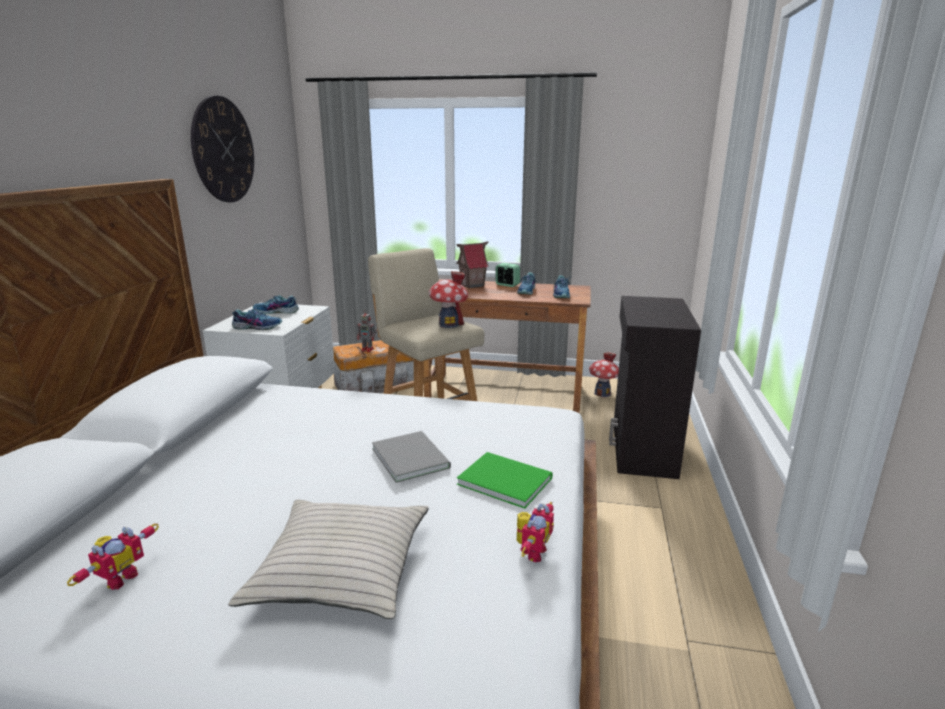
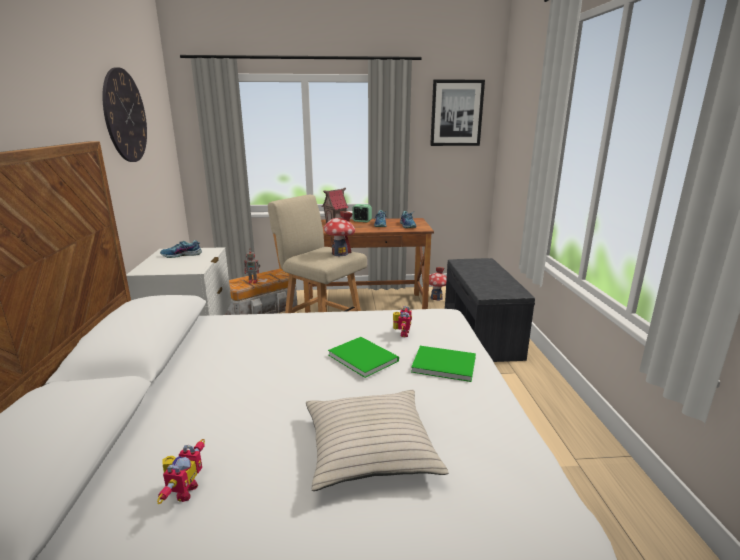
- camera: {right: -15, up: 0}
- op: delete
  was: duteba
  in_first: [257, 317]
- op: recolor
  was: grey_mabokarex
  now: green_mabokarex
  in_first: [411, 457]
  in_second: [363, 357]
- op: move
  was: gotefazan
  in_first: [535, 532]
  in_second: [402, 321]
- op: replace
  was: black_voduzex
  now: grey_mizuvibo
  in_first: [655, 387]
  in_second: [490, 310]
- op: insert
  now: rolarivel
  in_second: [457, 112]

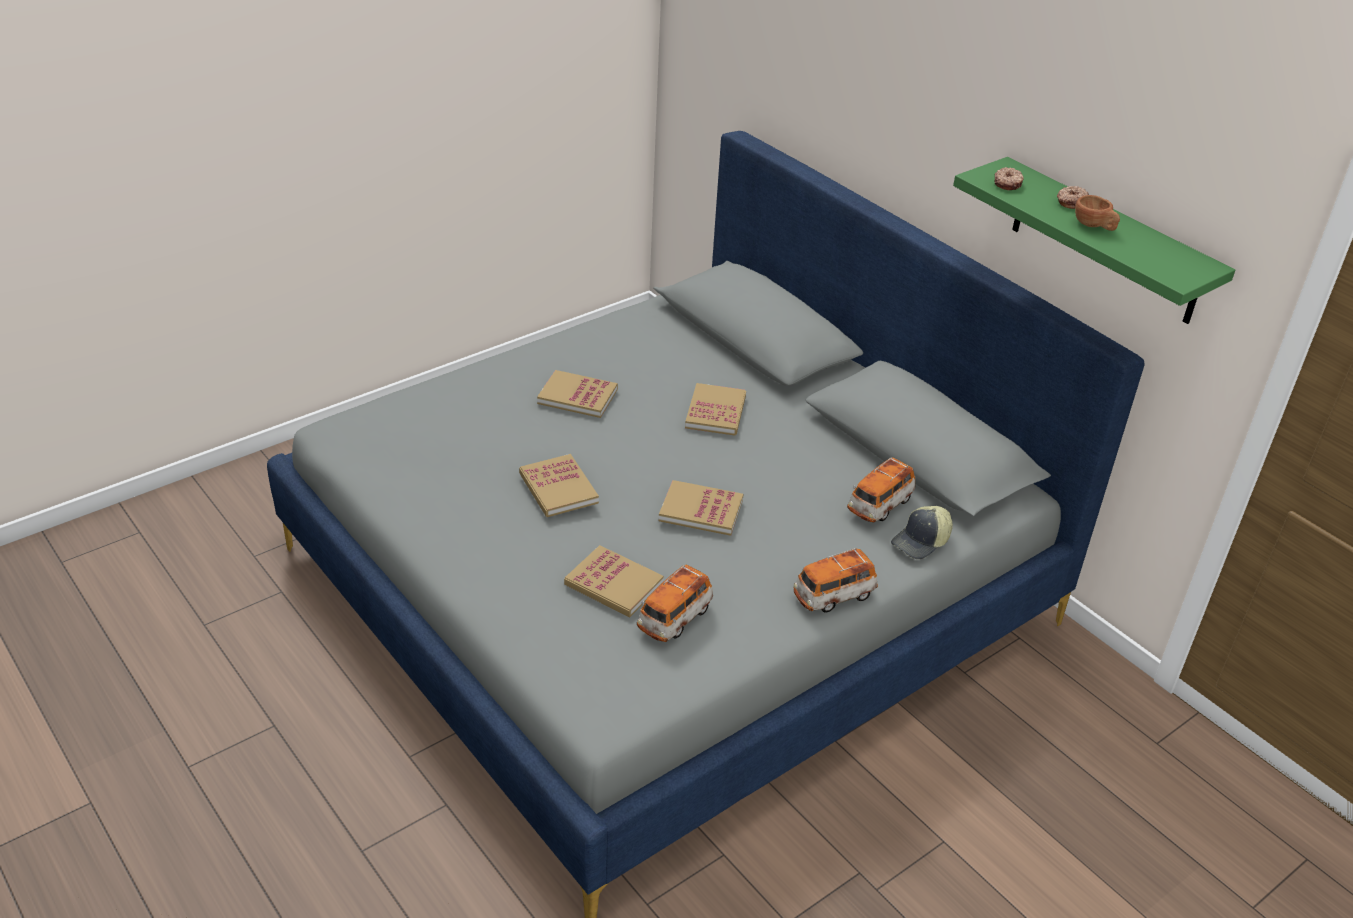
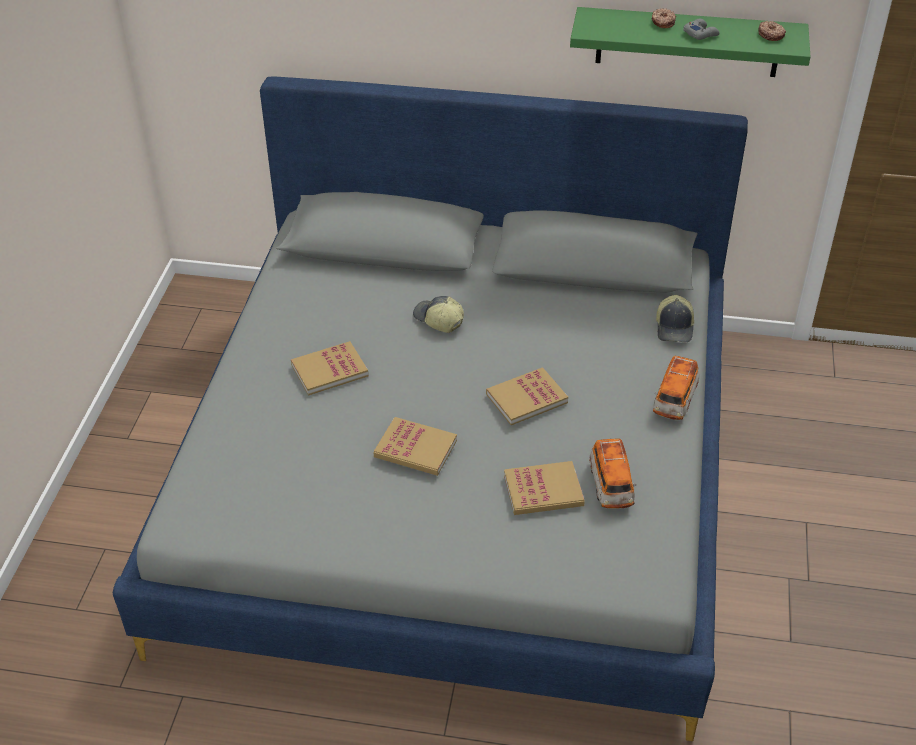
- camera: {right: -40, up: 5}
- op: replace
  was: mabokarex
  now: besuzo
  in_first: [715, 409]
  in_second: [438, 314]
- op: delete
  was: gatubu
  in_first: [881, 490]
- op: move
  was: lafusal
  in_first: [1009, 178]
  in_second: [772, 31]
- op: replace
  was: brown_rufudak
  now: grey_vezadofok
  in_first: [1097, 213]
  in_second: [701, 29]

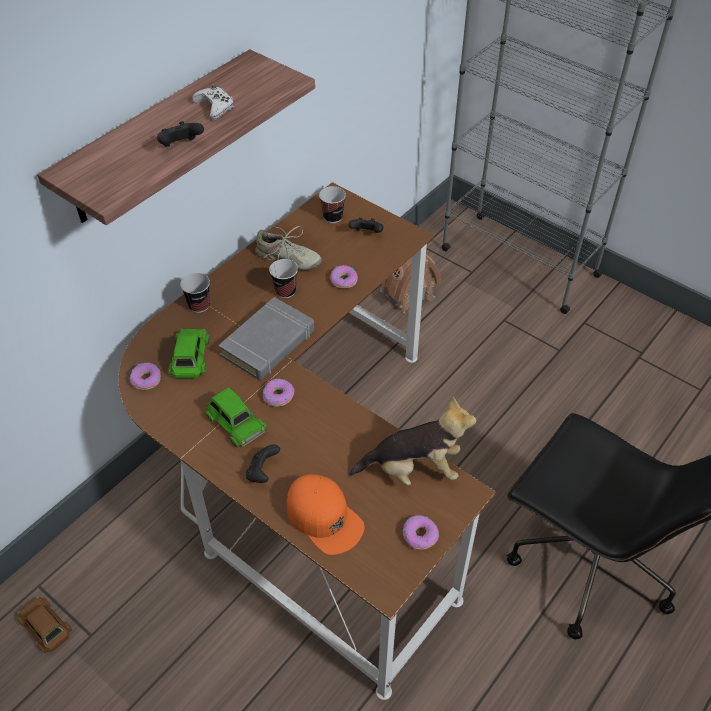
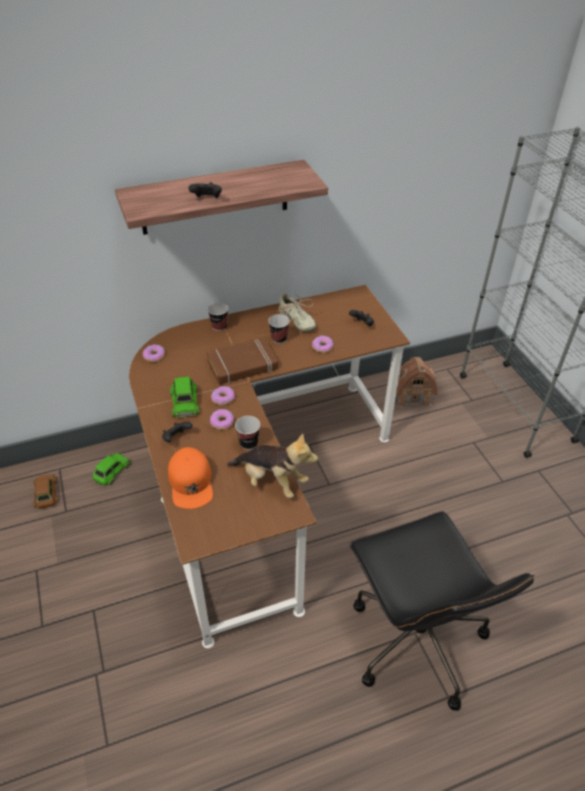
- camera: {right: 30, up: -5}
- op: move
  was: green_gatubu
  in_first: [189, 353]
  in_second: [111, 468]
- op: delete
  was: white_vezadofok
  in_first: [213, 102]
- op: recolor
  was: grey_mabokarex
  now: brown_mabokarex
  in_first: [266, 338]
  in_second: [242, 361]
- op: move
  was: rufudak
  in_first: [332, 204]
  in_second: [247, 433]
- op: move
  was: lafusal
  in_first: [421, 532]
  in_second: [222, 419]

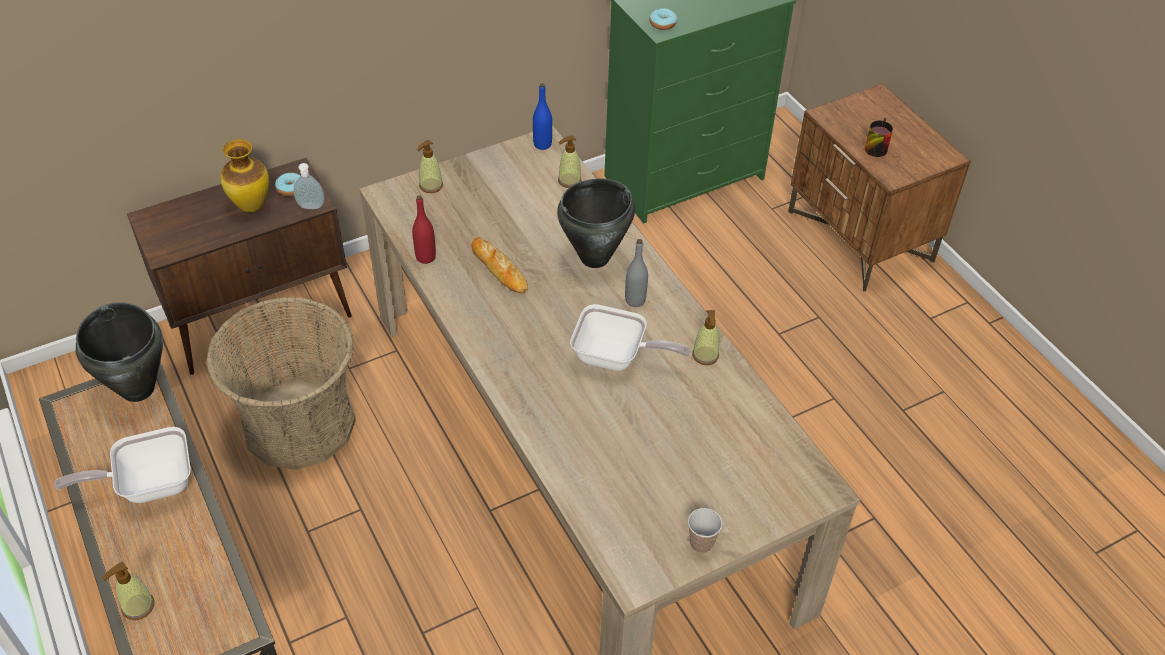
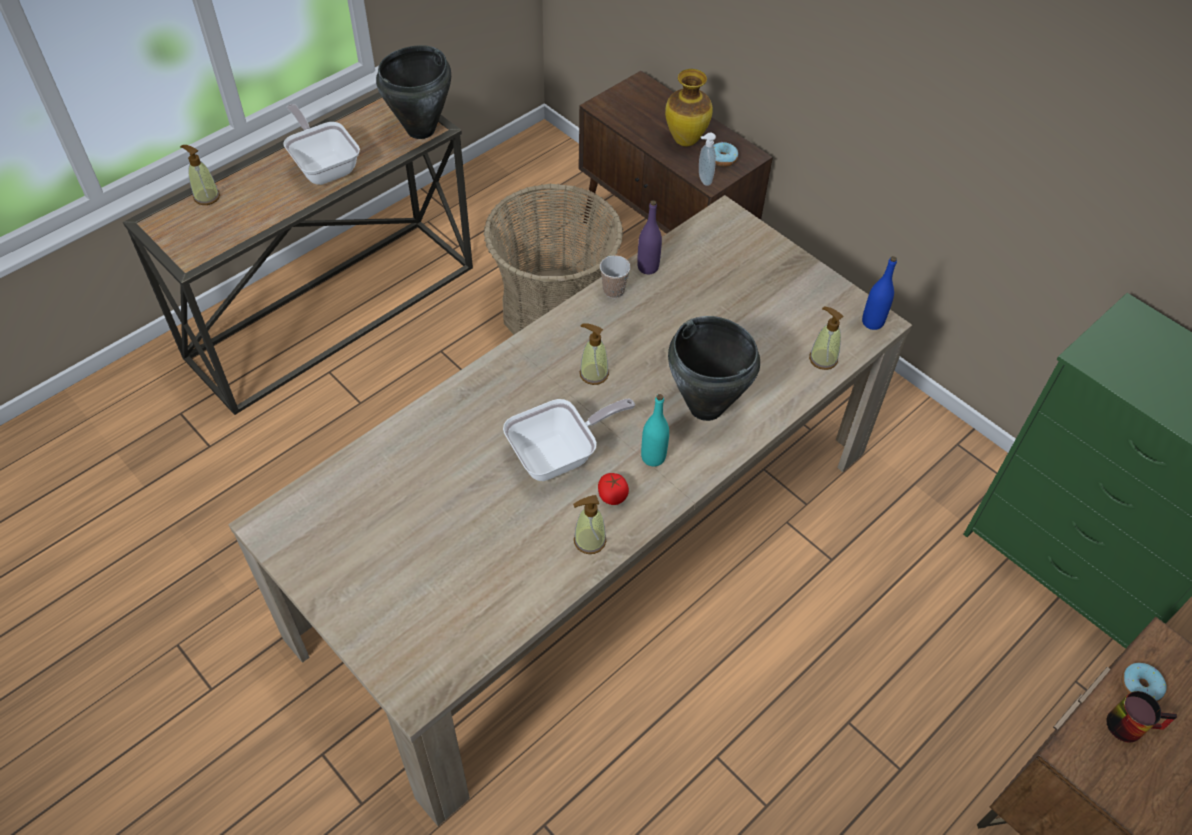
- camera: {right: 75, up: 5}
- op: recolor
  was: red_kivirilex
  now: purple_kivirilex
  in_first: [424, 229]
  in_second: [649, 237]
- op: move
  was: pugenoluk
  in_first: [430, 166]
  in_second: [594, 354]
- op: delete
  was: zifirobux
  in_first: [499, 265]
- op: rotate
  was: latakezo
  in_first: [630, 337]
  in_second: [569, 439]
  clockwise: -120
- op: recolor
  was: grey_kivirilex
  now: turquoise_kivirilex
  in_first: [636, 273]
  in_second: [655, 430]
- op: move
  was: lafusal
  in_first: [663, 19]
  in_second: [1143, 682]
- op: move
  was: rufudak
  in_first: [705, 530]
  in_second: [615, 276]
- op: insert
  now: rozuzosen
  in_second: [613, 489]

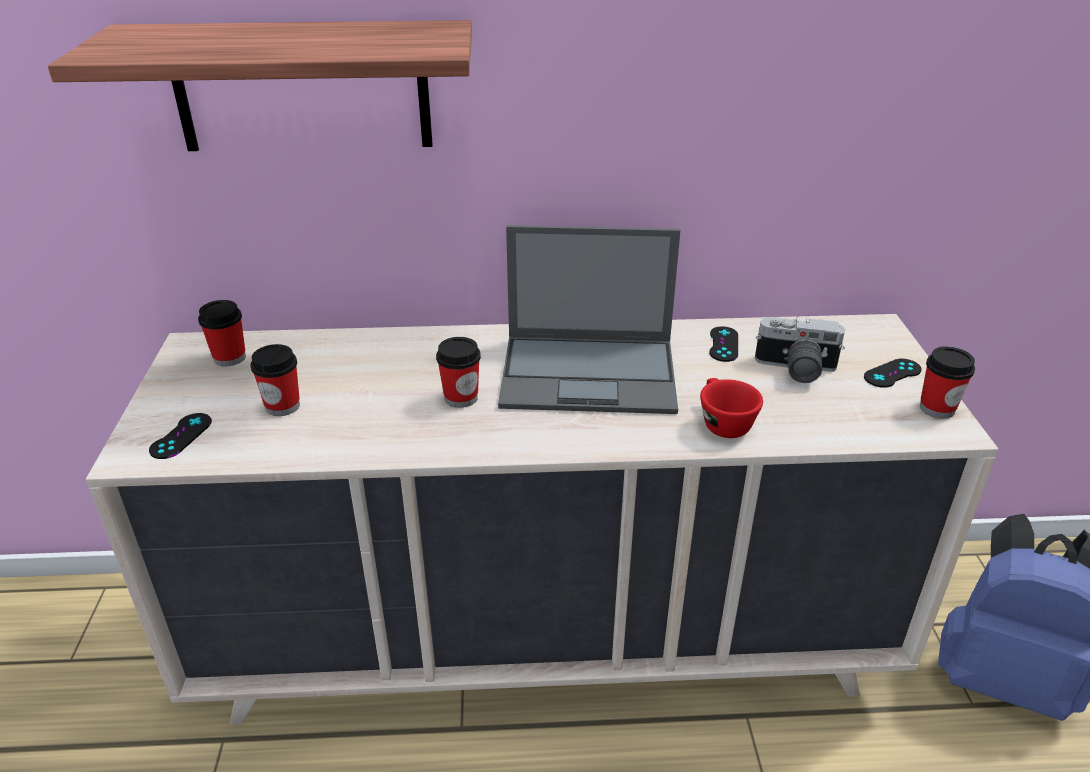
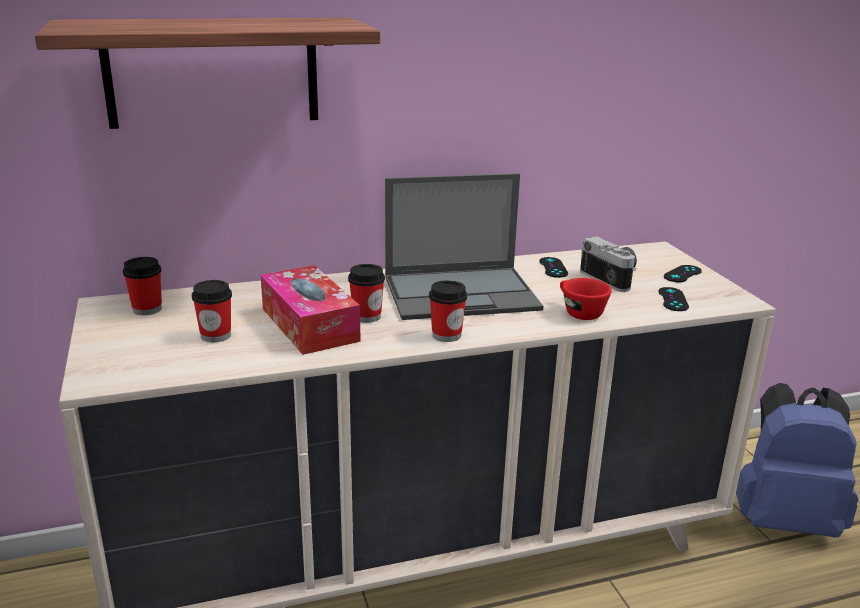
- camera: {right: -15, up: -10}
- op: move
  was: black_vezadofok
  in_first: [180, 436]
  in_second: [673, 299]
- op: rotate
  was: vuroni
  in_first: [800, 350]
  in_second: [608, 264]
  clockwise: -120
- op: move
  was: rufudak
  in_first: [947, 382]
  in_second: [448, 311]
- op: insert
  now: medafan
  in_second: [310, 310]

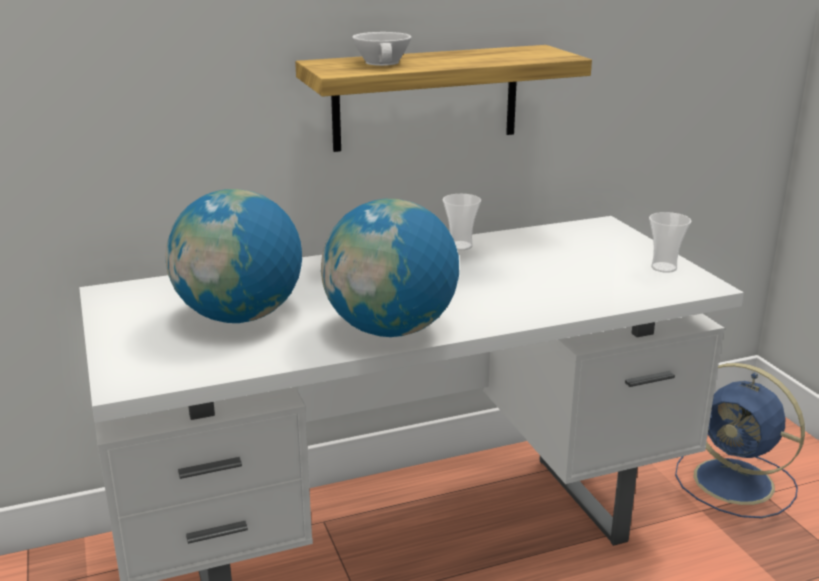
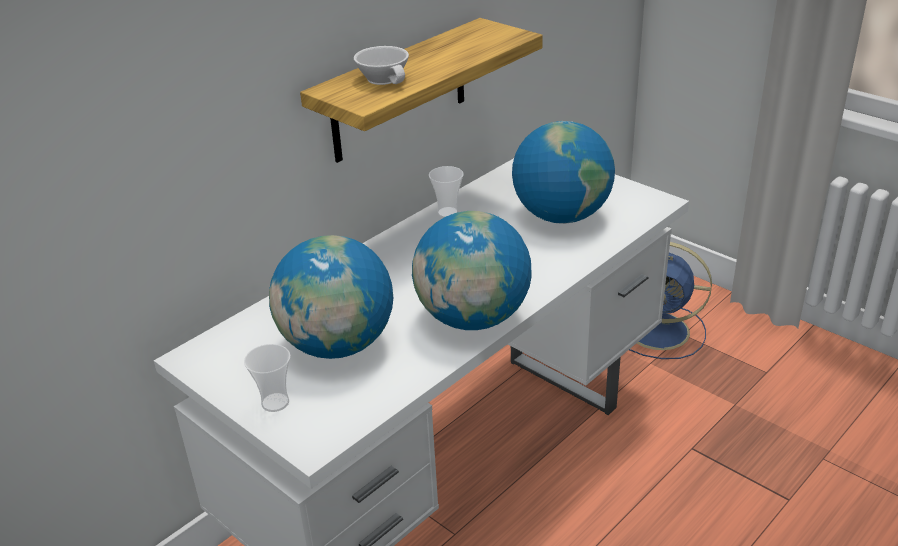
- camera: {right: -25, up: 10}
- op: move
  was: rufudak
  in_first: [670, 242]
  in_second: [267, 378]
- op: insert
  now: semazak
  in_second: [563, 172]

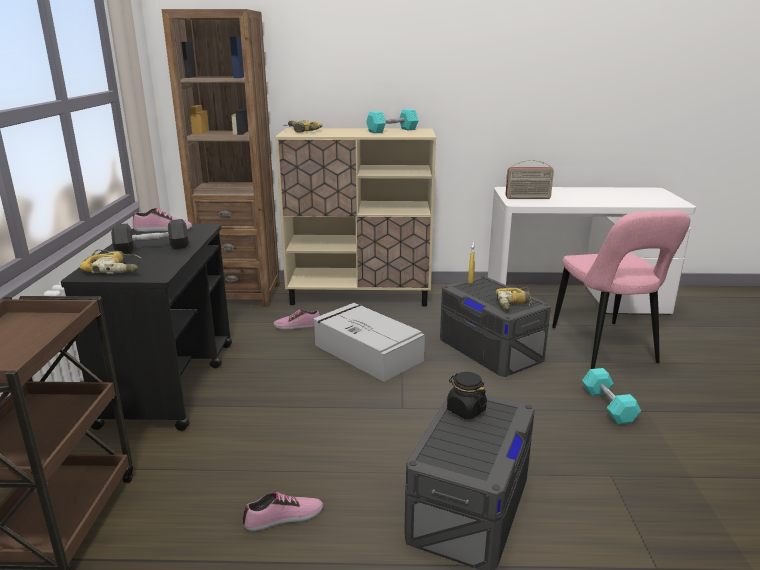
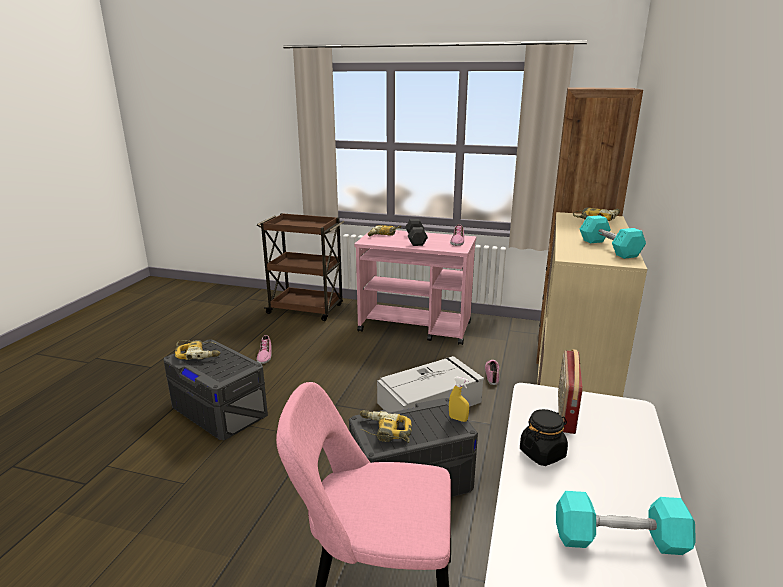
- camera: {right: 105, up: 0}
- op: recolor
  was: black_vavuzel
  now: pink_vavuzel
  in_first: [146, 327]
  in_second: [415, 287]
- op: move
  was: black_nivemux
  in_first: [467, 395]
  in_second: [544, 437]
- op: move
  was: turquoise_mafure
  in_first: [611, 396]
  in_second: [626, 523]
- op: insert
  now: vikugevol
  in_second: [198, 350]

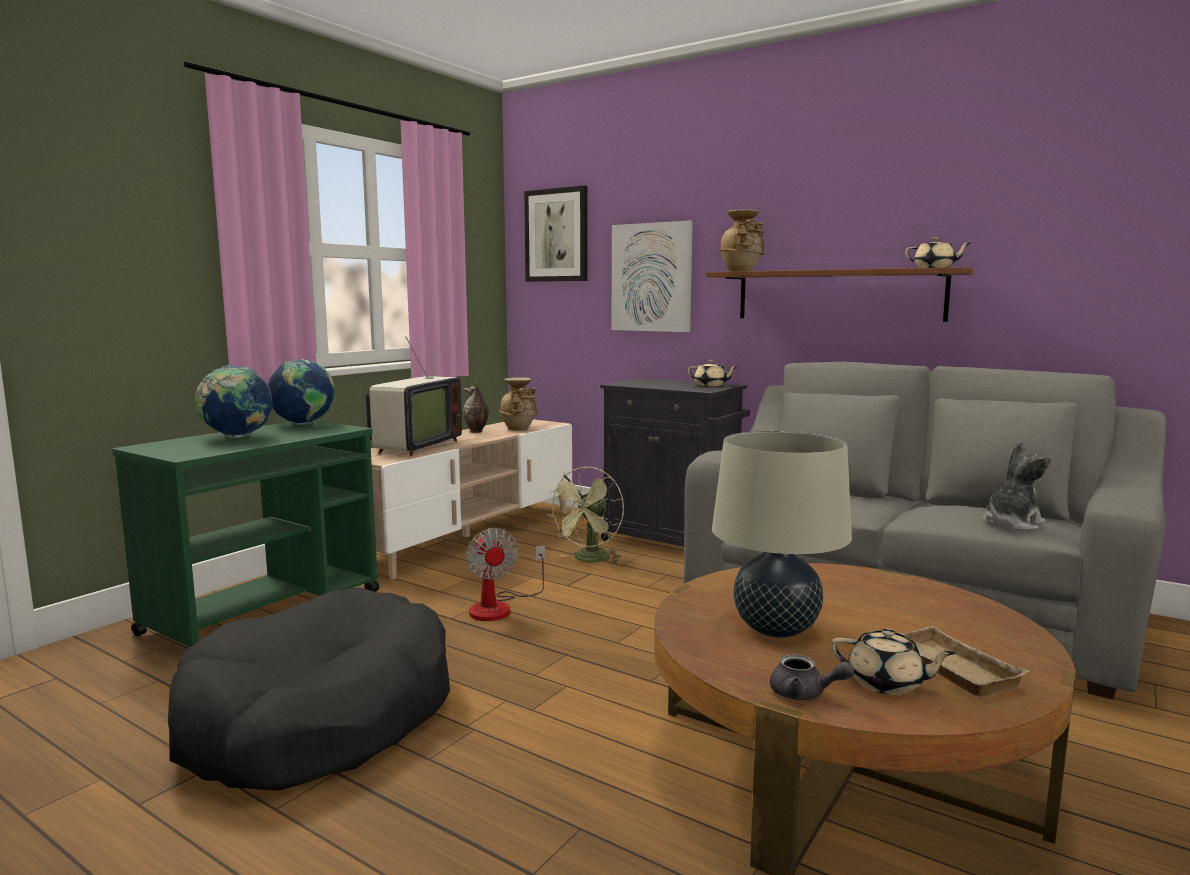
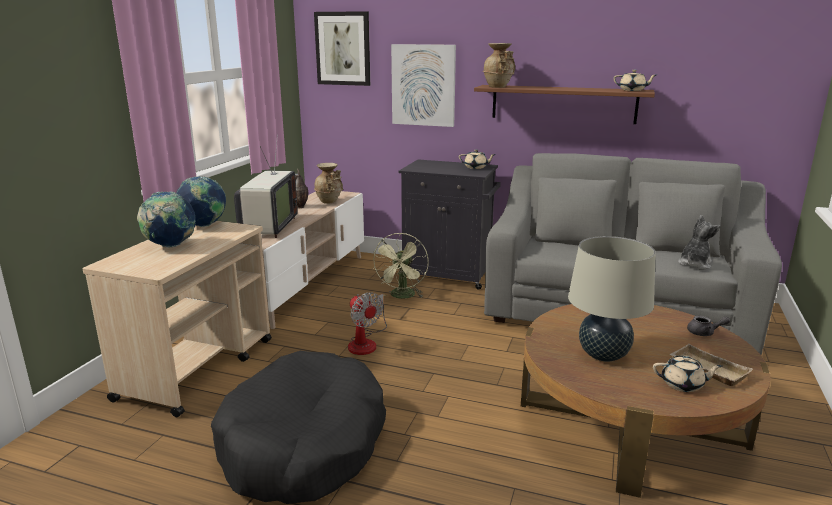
- camera: {right: -15, up: 10}
- op: recolor
  was: green_vavuzel
  now: beige_vavuzel
  in_first: [246, 533]
  in_second: [177, 319]
- op: move
  was: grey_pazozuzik
  in_first: [812, 677]
  in_second: [708, 326]

